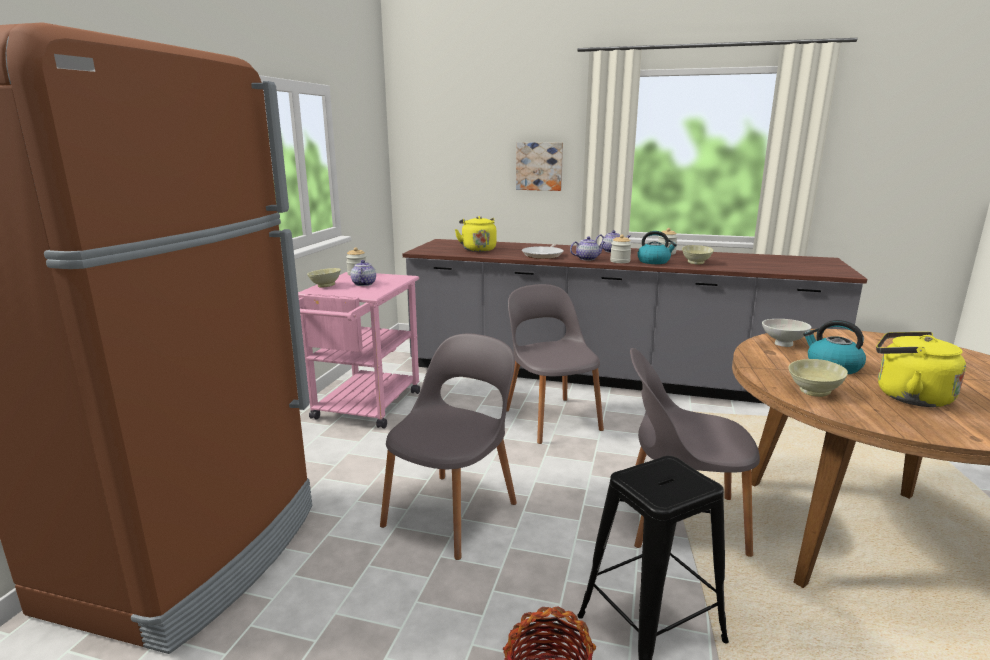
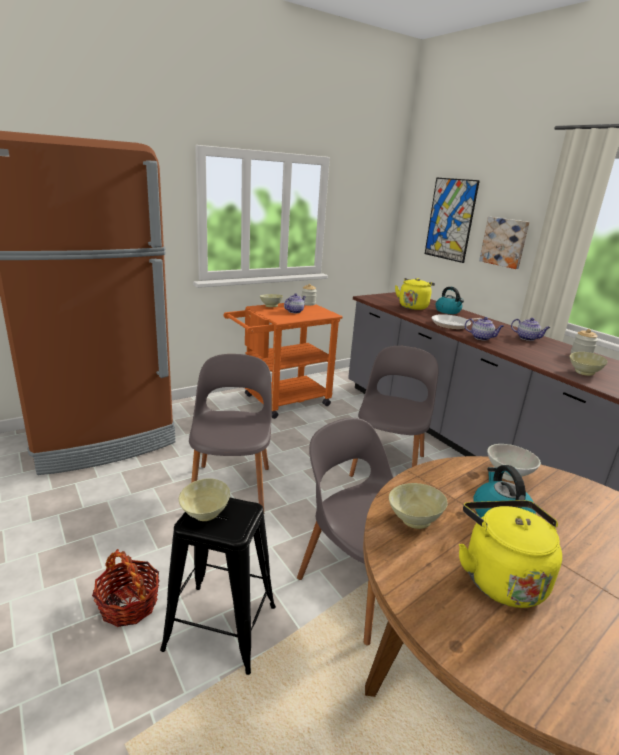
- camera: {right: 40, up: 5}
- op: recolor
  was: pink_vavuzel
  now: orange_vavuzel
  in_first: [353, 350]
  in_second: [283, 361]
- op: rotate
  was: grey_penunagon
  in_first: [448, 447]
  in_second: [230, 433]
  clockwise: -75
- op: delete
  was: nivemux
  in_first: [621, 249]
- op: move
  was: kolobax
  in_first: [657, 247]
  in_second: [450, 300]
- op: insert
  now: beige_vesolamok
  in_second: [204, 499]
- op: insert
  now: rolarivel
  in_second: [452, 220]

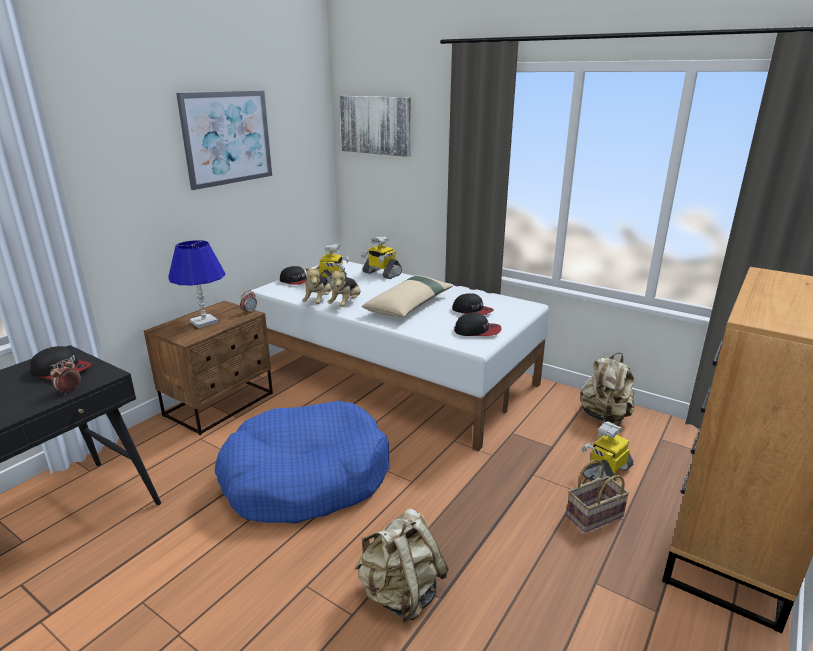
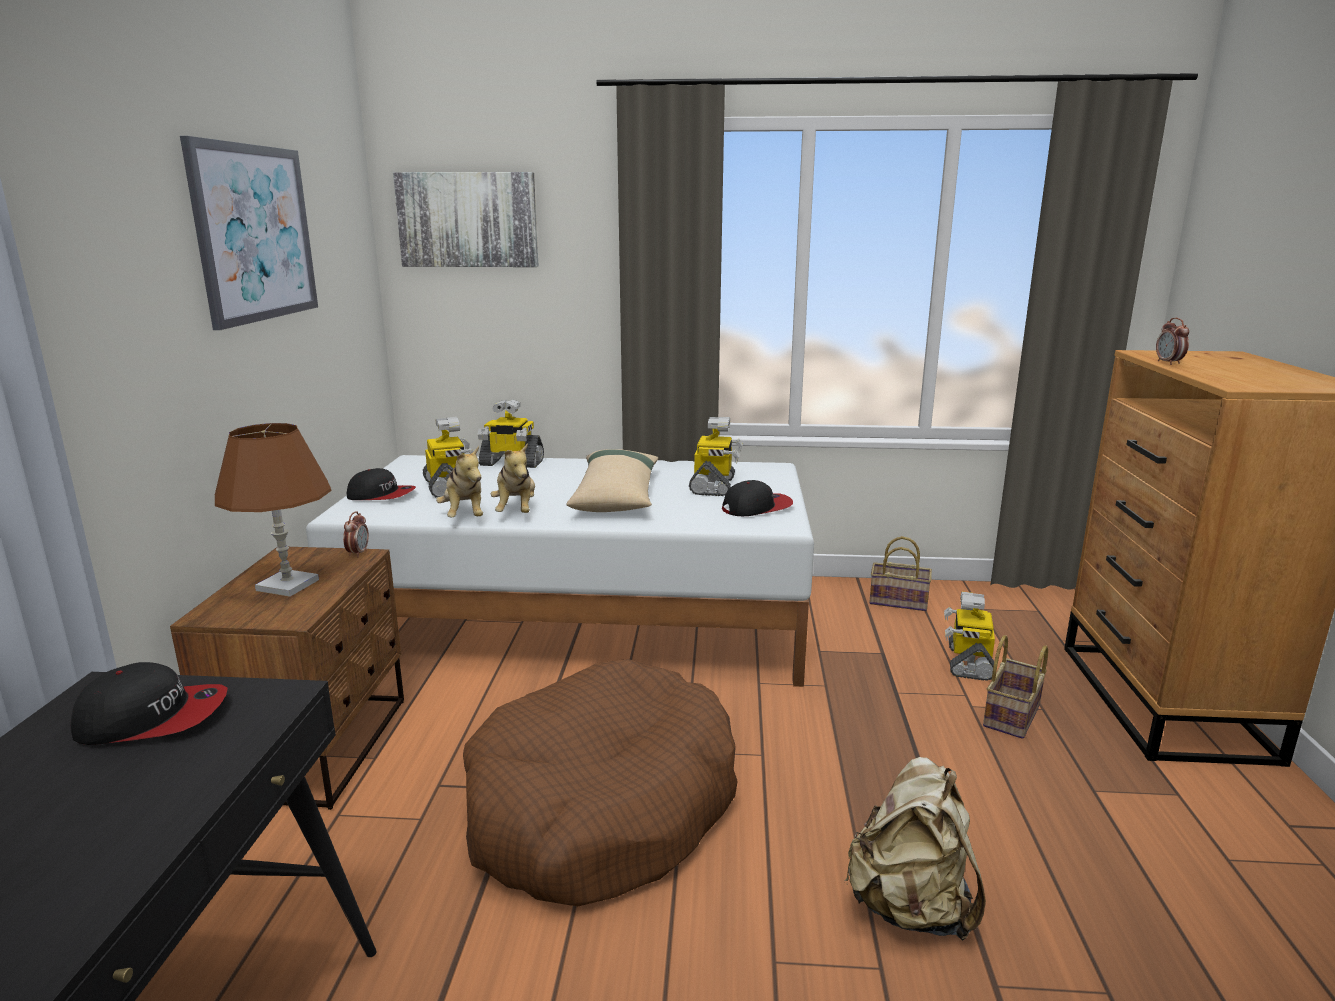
- camera: {right: -30, up: -5}
- op: move
  was: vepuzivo
  in_first: [65, 377]
  in_second: [1172, 341]
- op: recolor
  was: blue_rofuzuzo
  now: brown_rofuzuzo
  in_first: [197, 284]
  in_second: [273, 510]
- op: recolor
  was: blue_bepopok
  now: brown_bepopok
  in_first: [302, 462]
  in_second: [600, 782]
- op: replace
  was: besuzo
  now: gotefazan
  in_first: [473, 304]
  in_second: [716, 456]
- op: replace
  was: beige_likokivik
  now: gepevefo
  in_first: [607, 388]
  in_second: [900, 573]

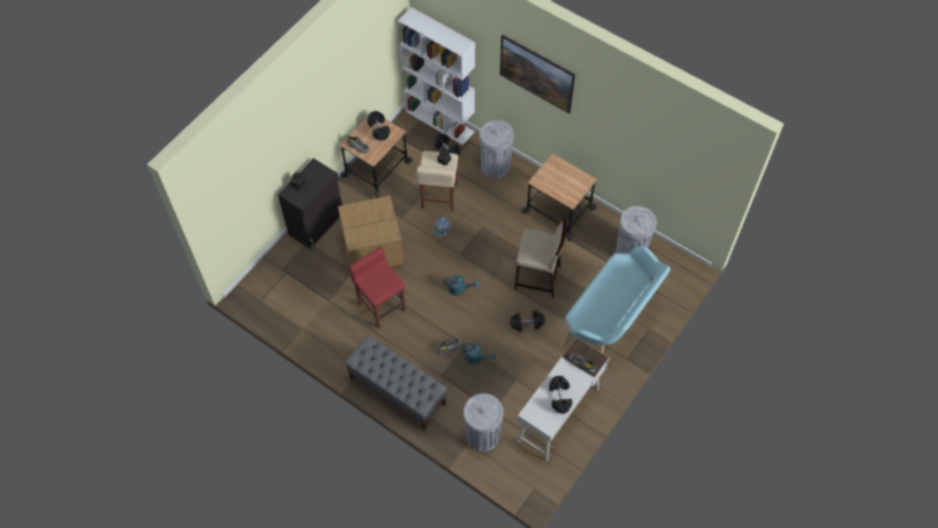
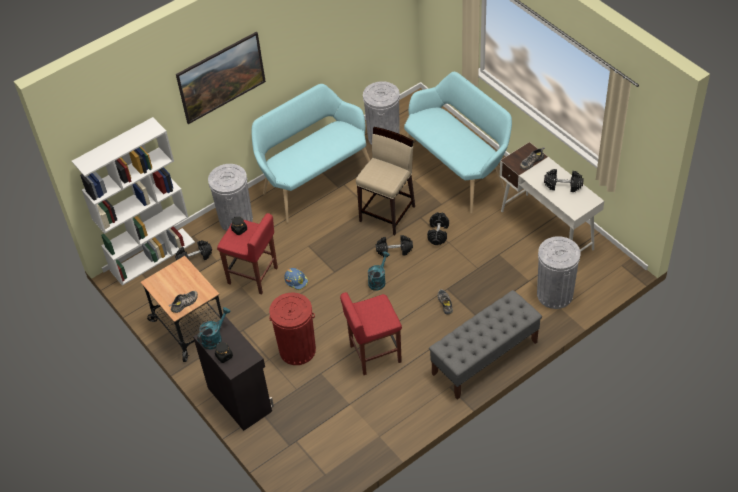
- camera: {right: -70, up: -10}
- op: replace
  was: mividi
  now: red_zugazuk
  in_first: [371, 232]
  in_second: [292, 329]
- op: move
  was: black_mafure
  in_first: [378, 125]
  in_second: [394, 246]
- op: recolor
  was: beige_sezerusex
  now: red_sezerusex
  in_first: [437, 181]
  in_second: [247, 254]
- op: move
  was: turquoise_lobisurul
  in_first: [478, 353]
  in_second: [214, 328]
- op: replace
  was: vavuzel
  now: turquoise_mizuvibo
  in_first: [559, 197]
  in_second: [311, 153]

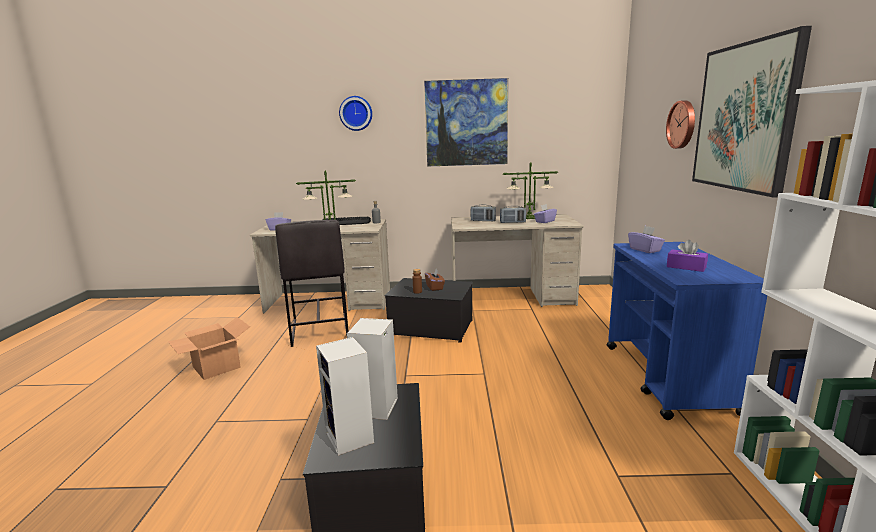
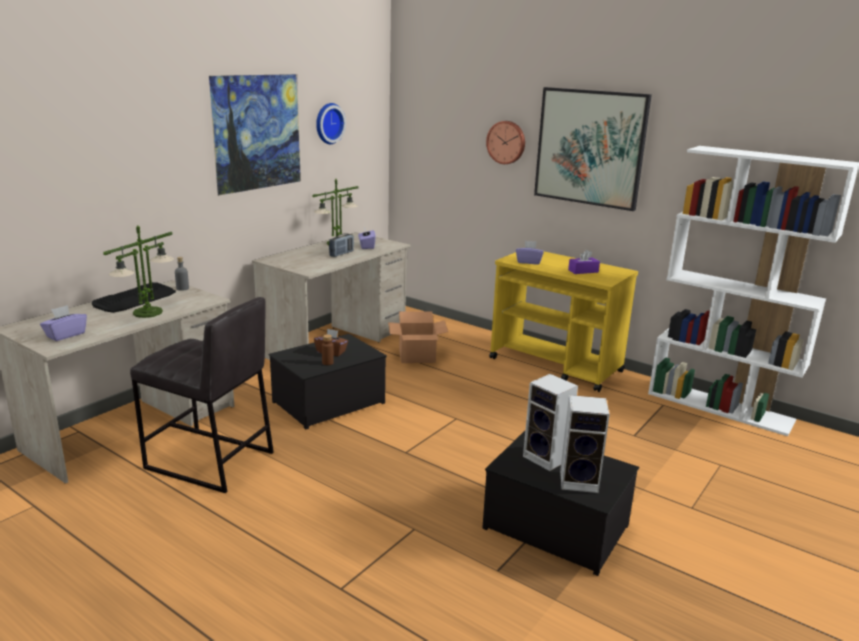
- camera: {right: -55, up: 5}
- op: move
  was: mividi
  in_first: [209, 348]
  in_second: [418, 337]
- op: move
  was: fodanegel
  in_first: [355, 113]
  in_second: [331, 123]
- op: delete
  was: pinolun
  in_first: [483, 213]
- op: recolor
  was: blue_vavuzel
  now: yellow_vavuzel
  in_first: [687, 331]
  in_second: [563, 321]

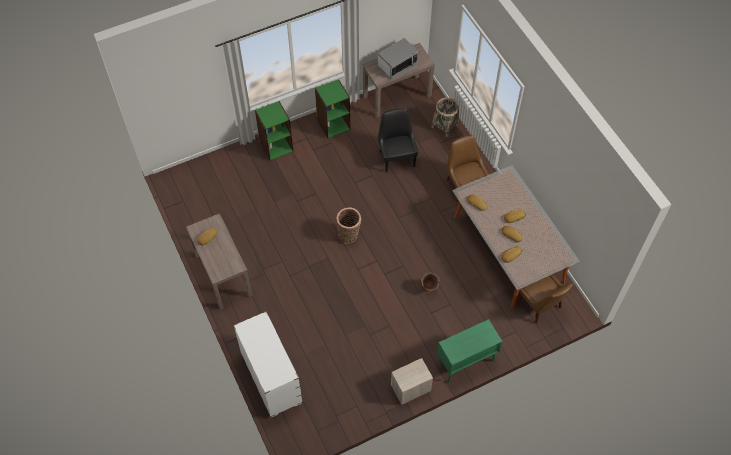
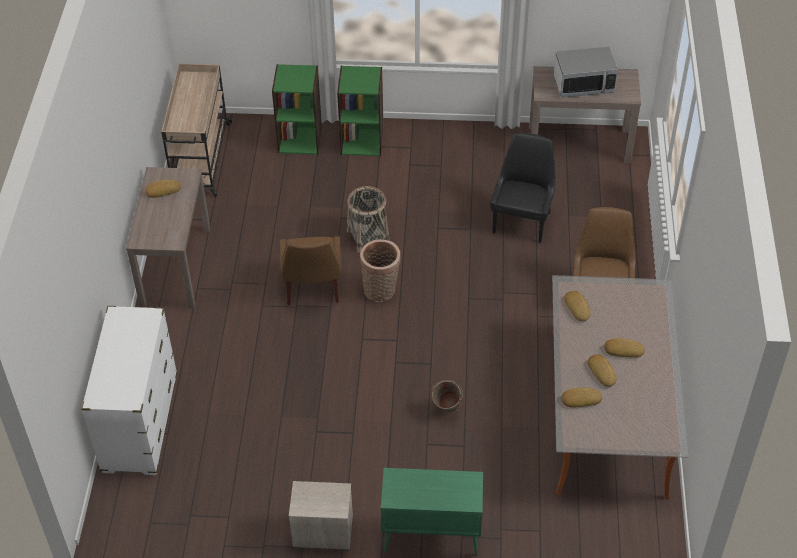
- camera: {right: 30, up: -10}
- op: move
  was: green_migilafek
  in_first: [332, 109]
  in_second: [297, 109]
- op: move
  was: gepevefo
  in_first: [445, 117]
  in_second: [368, 219]
- op: move
  was: brown_penunagon
  in_first: [545, 299]
  in_second: [310, 270]
- op: insert
  now: beige_vavuzel
  in_second: [197, 130]

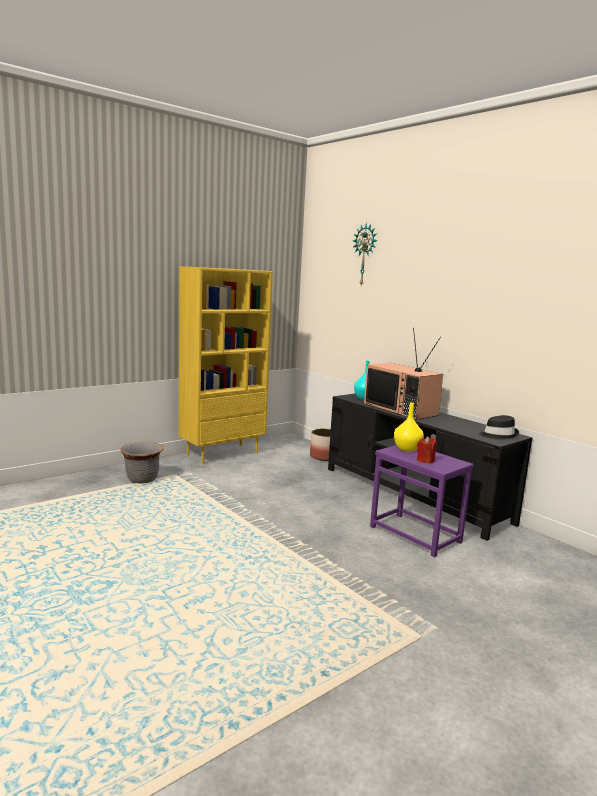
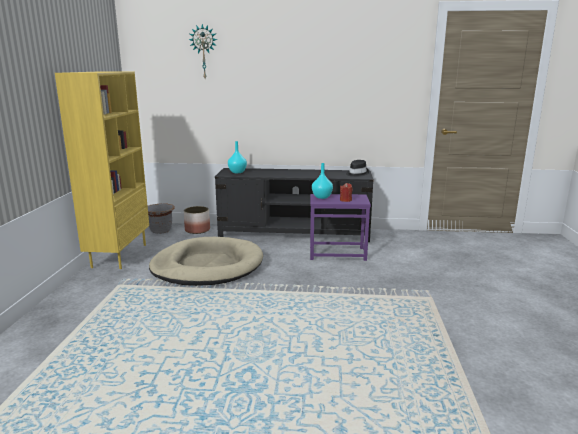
- camera: {right: -45, up: 5}
- op: move
  was: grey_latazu
  in_first: [142, 462]
  in_second: [161, 218]
- op: delete
  was: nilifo
  in_first: [403, 374]
- op: recolor
  was: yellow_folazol
  now: turquoise_folazol
  in_first: [409, 427]
  in_second: [322, 181]
- op: insert
  now: beige_bepopok
  in_second: [206, 261]

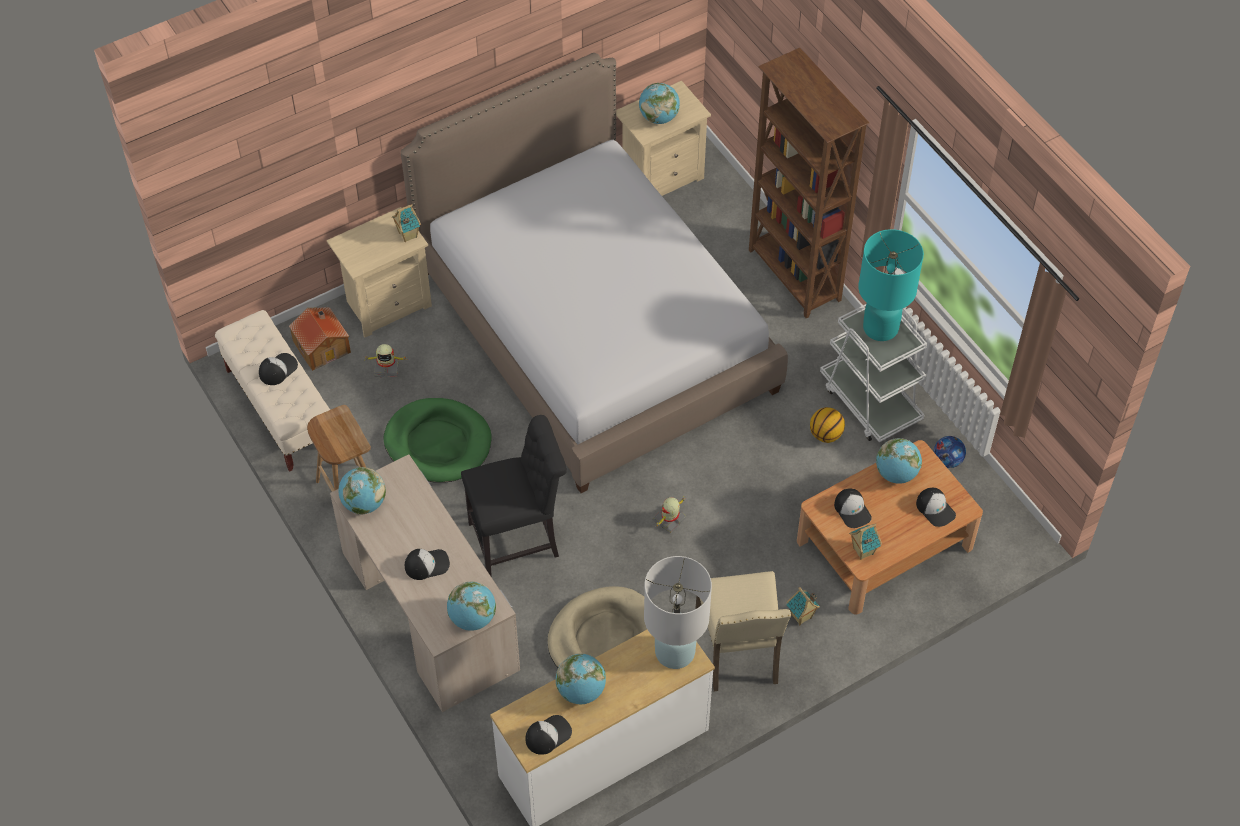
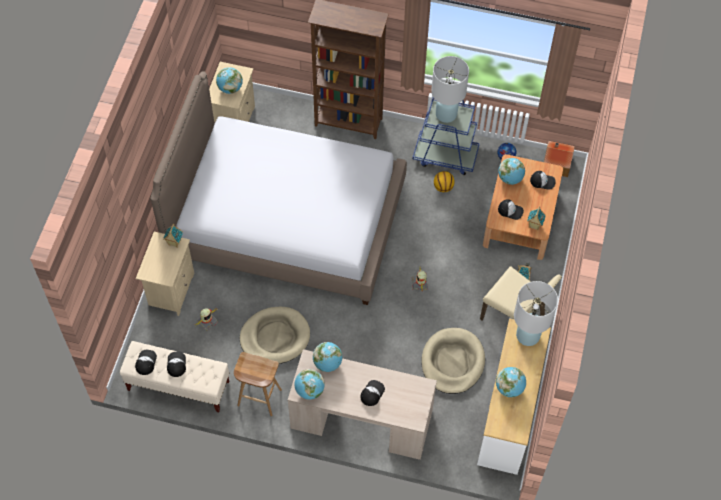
- camera: {right: -45, up: 5}
- op: move
  was: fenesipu
  in_first: [320, 339]
  in_second: [559, 159]
- op: recolor
  was: green_bepopok
  now: beige_bepopok
  in_first: [437, 440]
  in_second: [275, 335]
- op: move
  was: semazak
  in_first: [471, 606]
  in_second: [327, 357]
- op: delete
  was: black_penunagon
  in_first: [514, 496]
- op: move
  was: besuzo
  in_first: [548, 735]
  in_second: [146, 362]
- op: recolor
  was: white_vavuzel
  now: blue_vavuzel
  in_first: [873, 373]
  in_second: [446, 136]
- op: recolor
  was: turquoise_rofuzuzo
  now: white_rofuzuzo
  in_first: [891, 285]
  in_second: [450, 89]

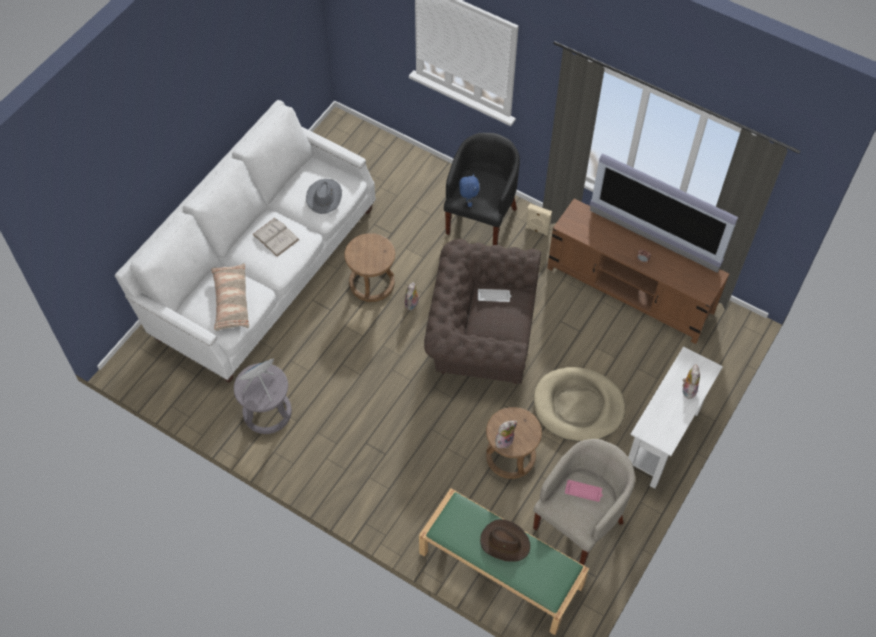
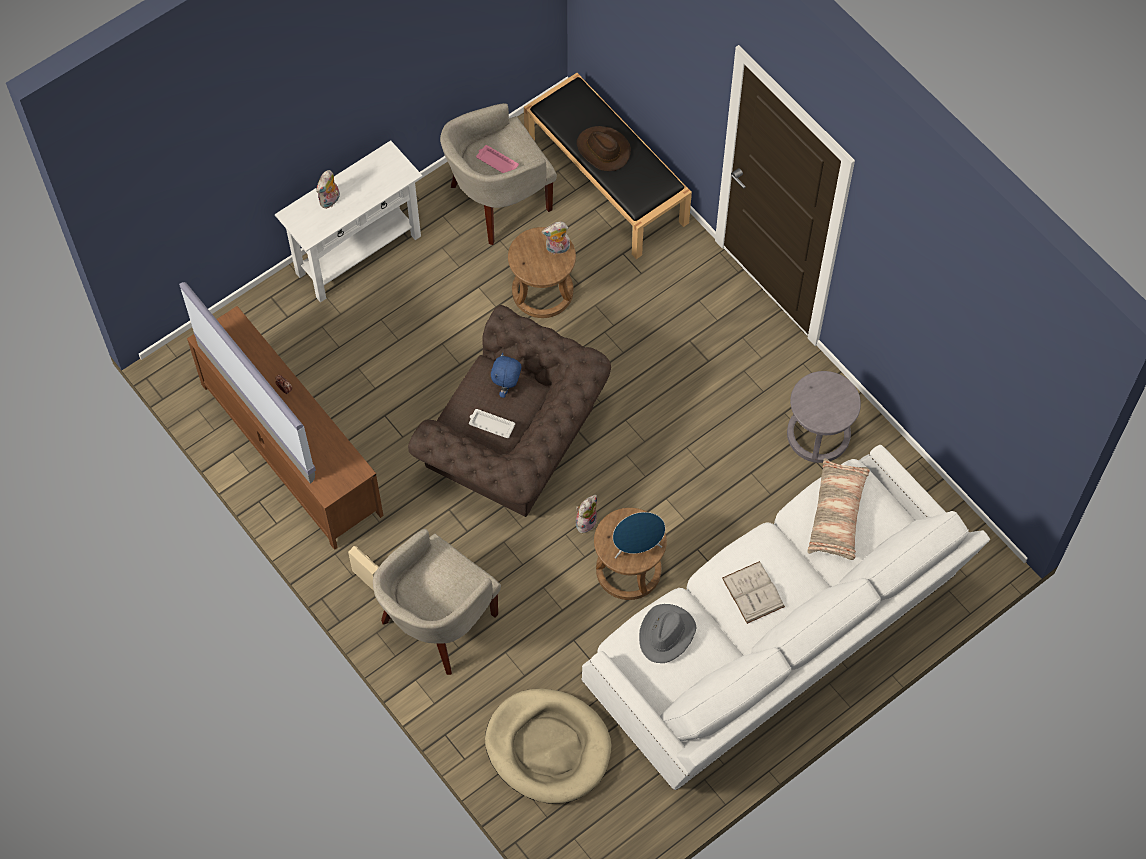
- camera: {right: -160, up: 5}
- op: move
  was: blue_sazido
  in_first: [257, 380]
  in_second: [639, 535]
- op: recolor
  was: green_mizuvibo
  now: black_mizuvibo
  in_first: [504, 561]
  in_second: [608, 166]
- op: recolor
  was: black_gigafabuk
  now: beige_gigafabuk
  in_first: [482, 189]
  in_second: [437, 602]
- op: move
  was: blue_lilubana
  in_first: [469, 190]
  in_second: [506, 375]
- op: move
  was: beige_bepopok
  in_first: [579, 404]
  in_second: [548, 746]

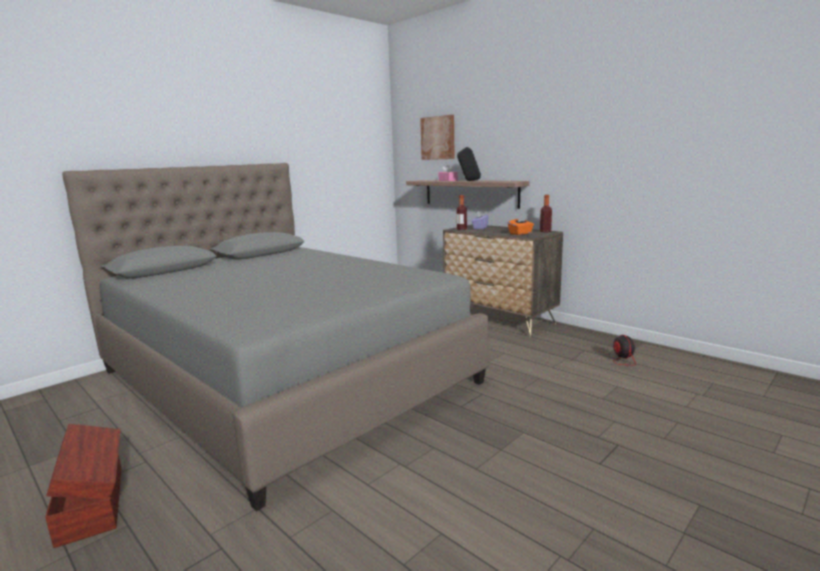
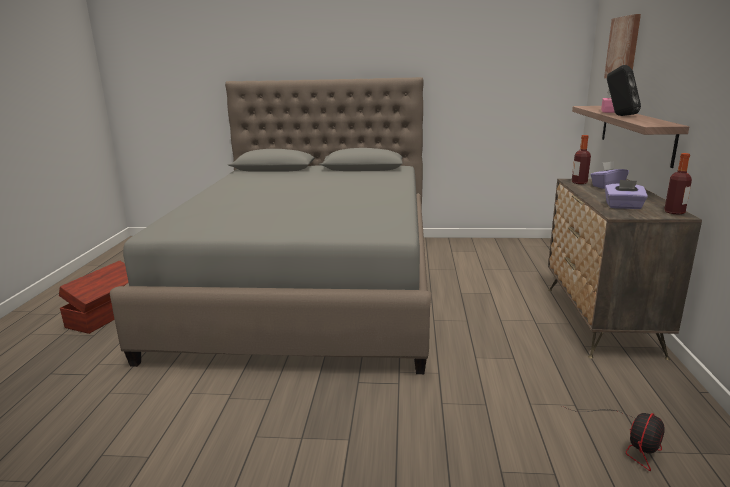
- camera: {right: 50, up: 5}
- op: recolor
  was: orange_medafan
  now: purple_medafan
  in_first: [521, 225]
  in_second: [626, 194]

